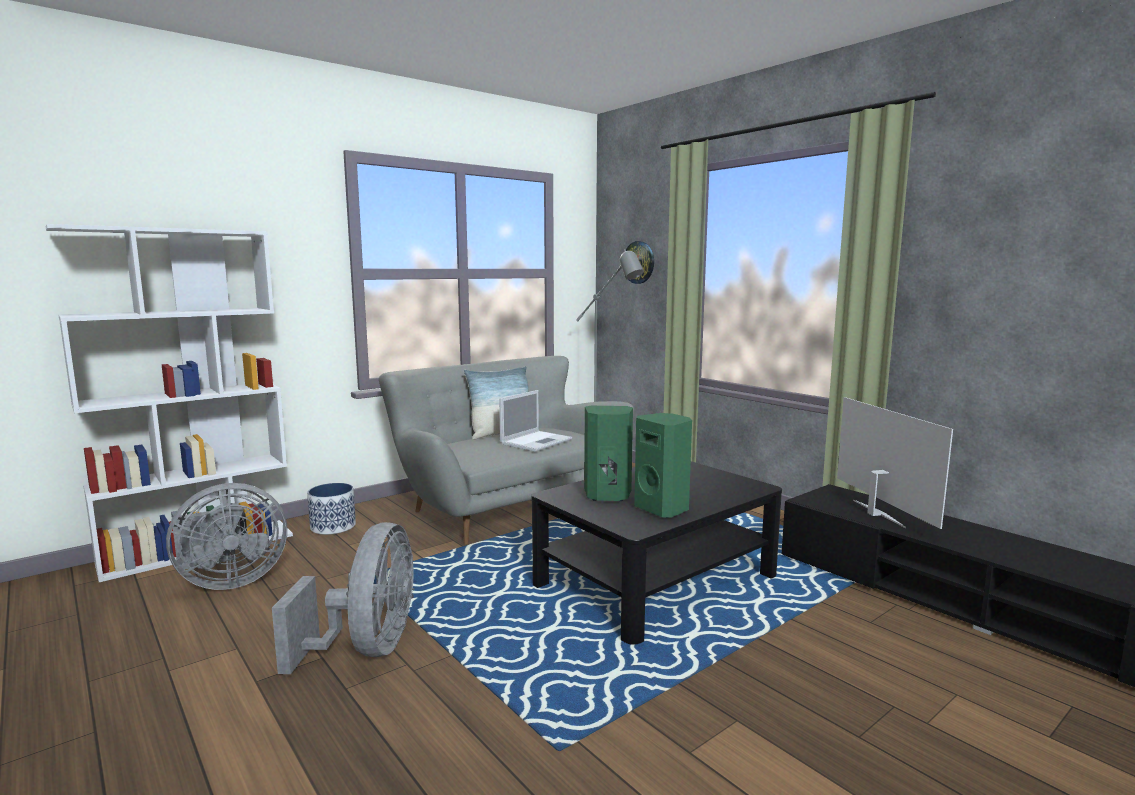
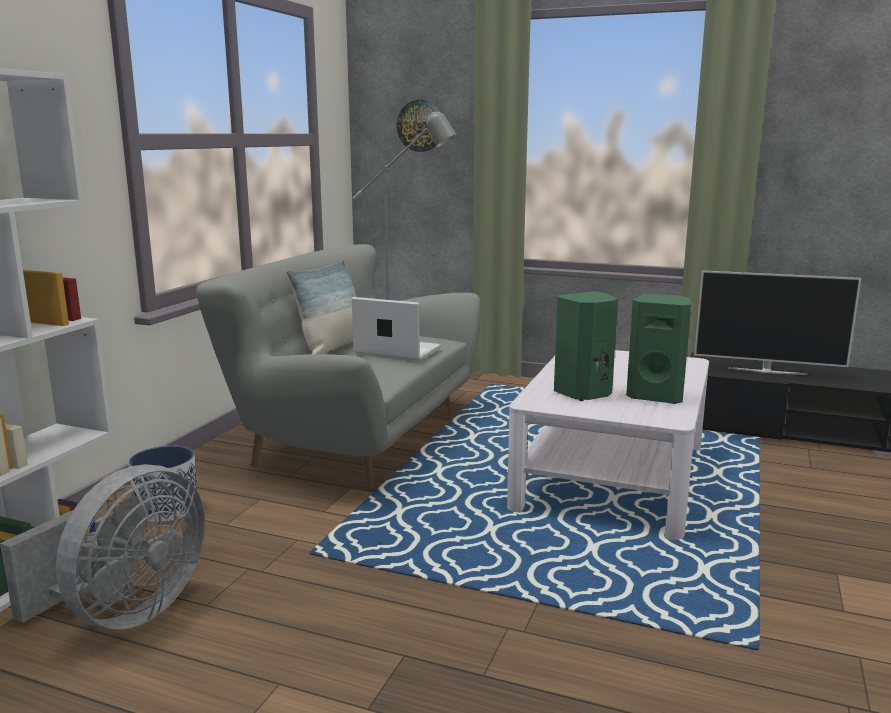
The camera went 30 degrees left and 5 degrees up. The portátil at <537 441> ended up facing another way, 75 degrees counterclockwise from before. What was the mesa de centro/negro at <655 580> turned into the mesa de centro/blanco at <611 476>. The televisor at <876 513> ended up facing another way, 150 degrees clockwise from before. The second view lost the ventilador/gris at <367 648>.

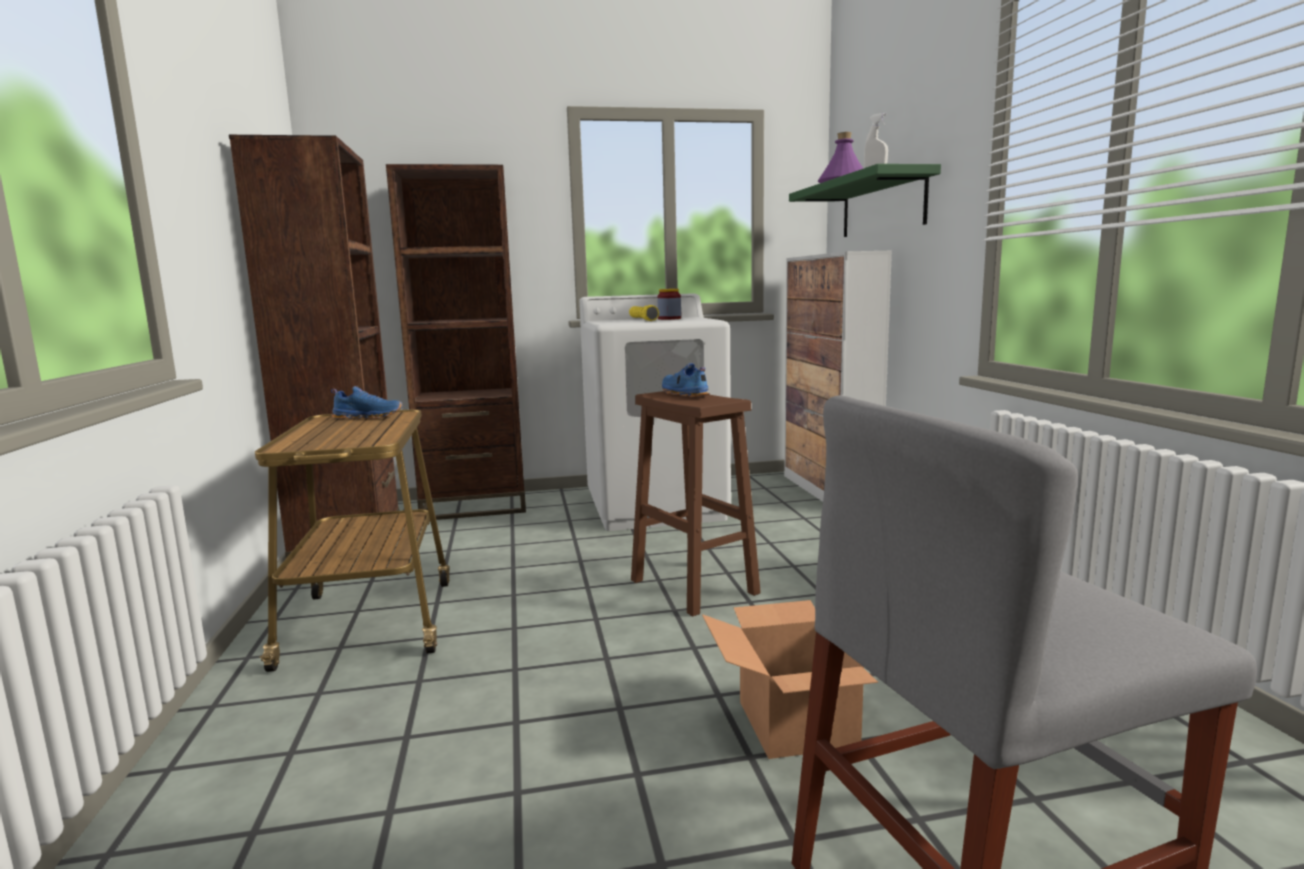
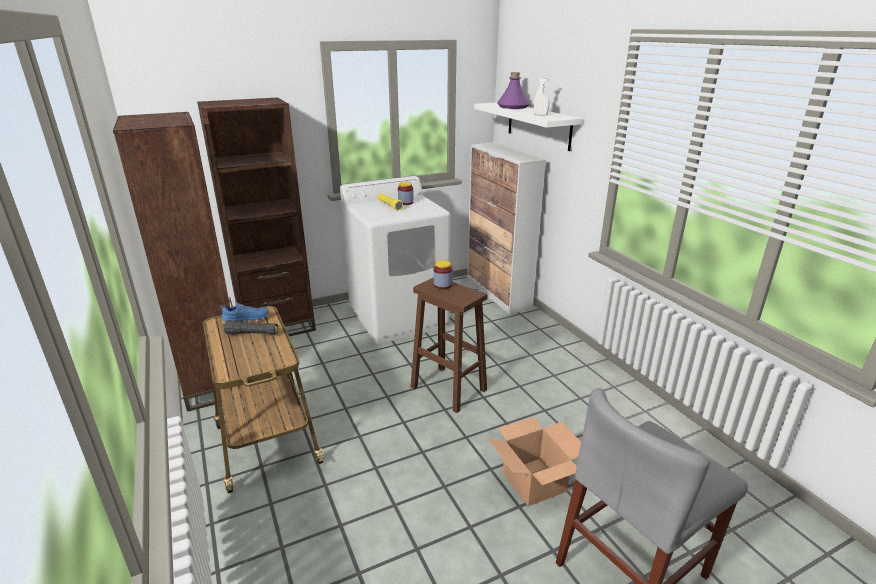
The camera went 15 degrees left and 15 degrees up. The second view gained the linterna/negro at <252 334>. Where the zapato/azul stood at <683 394>, the tarro came to stand at <442 285>. What was the estante/verde at <882 206> turned into the estante/blanco at <538 125>.

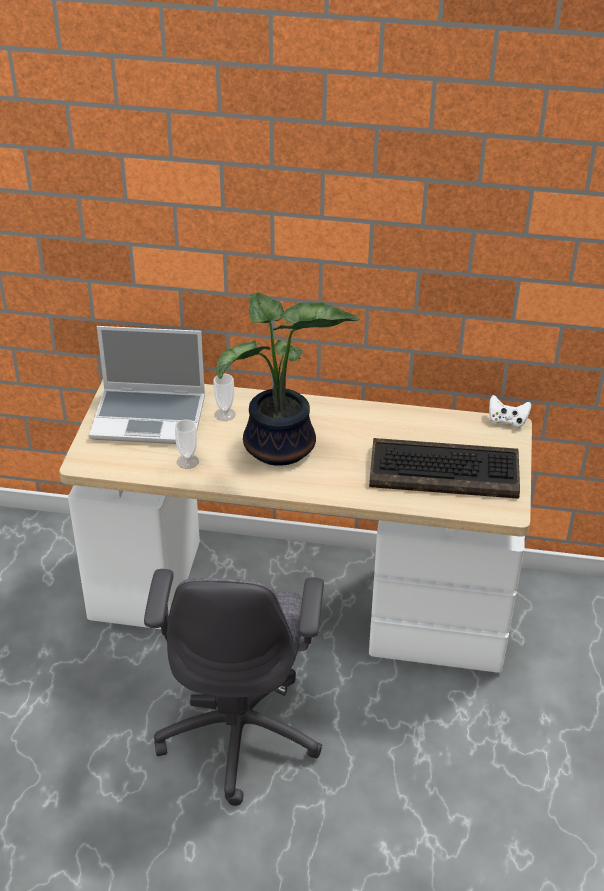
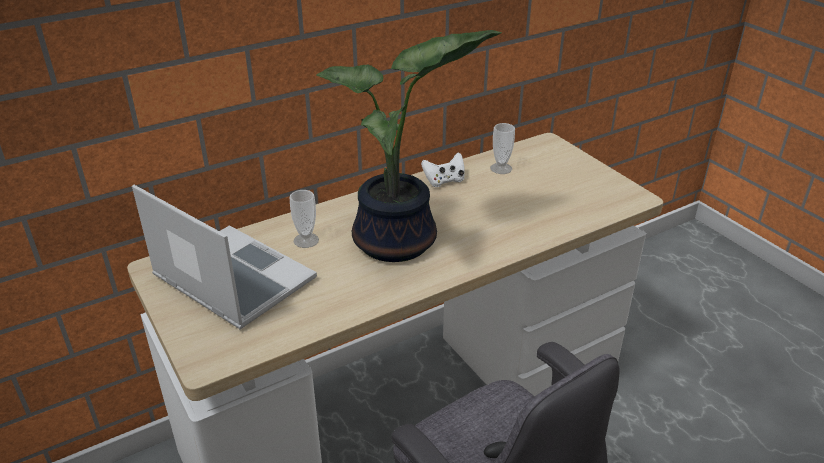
The camera went 40 degrees left and 5 degrees down. The portátil at <150 417> ended up facing another way, 105 degrees counterclockwise from before. The mando de consola/blanco ended up elsewhere, having gone from <507 421> to <444 181>. The taza ended up elsewhere, having gone from <187 461> to <501 168>. The second view lost the teclado at <445 471>.

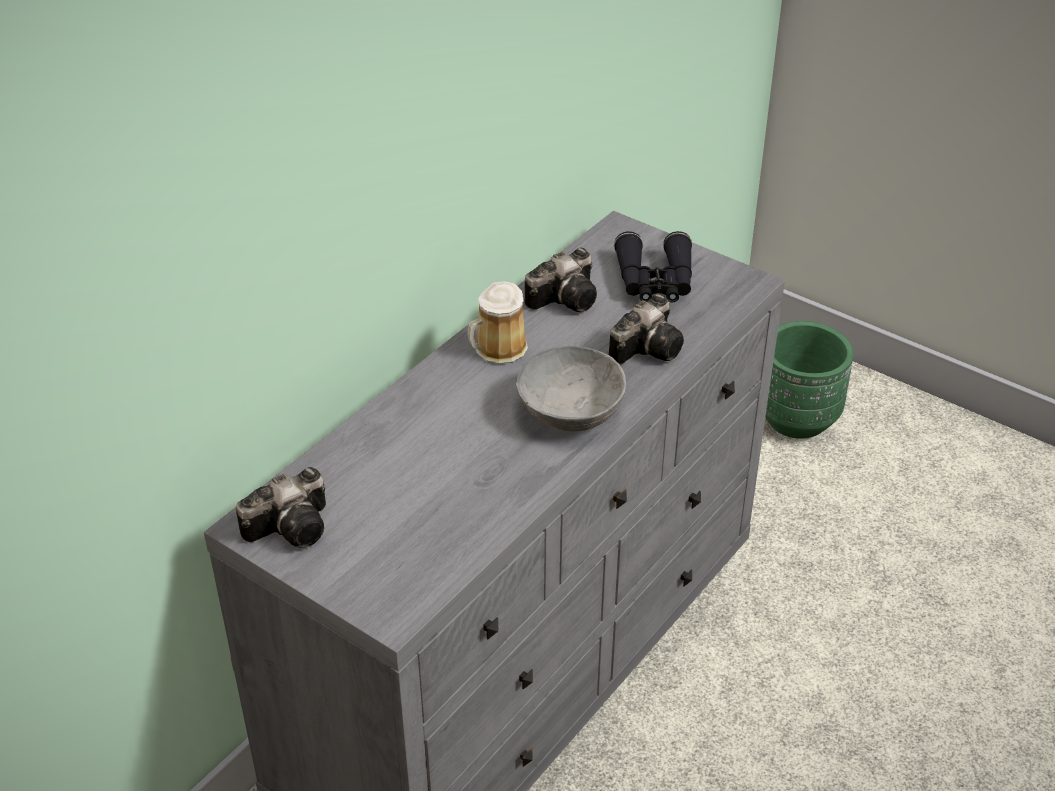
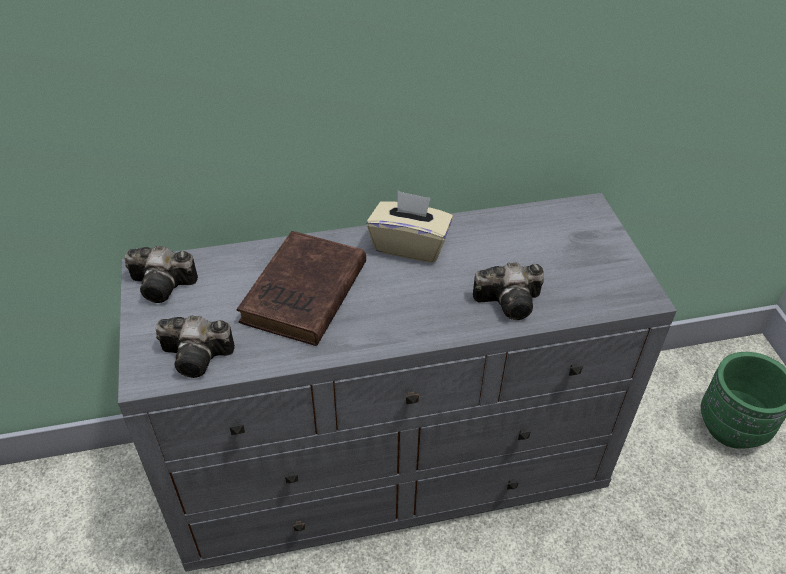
The camera went 40 degrees right and 5 degrees up. The cámara ended up elsewhere, having gone from <567 298> to <200 356>. The second view gained the libro/marrón at <303 295>. Where the taza grande stood at <497 349>, the caja de pañuelos/beis came to stand at <410 245>. The second view lost the cuenco/gris at <571 410>. The second view lost the prismáticos/negro at <655 282>.

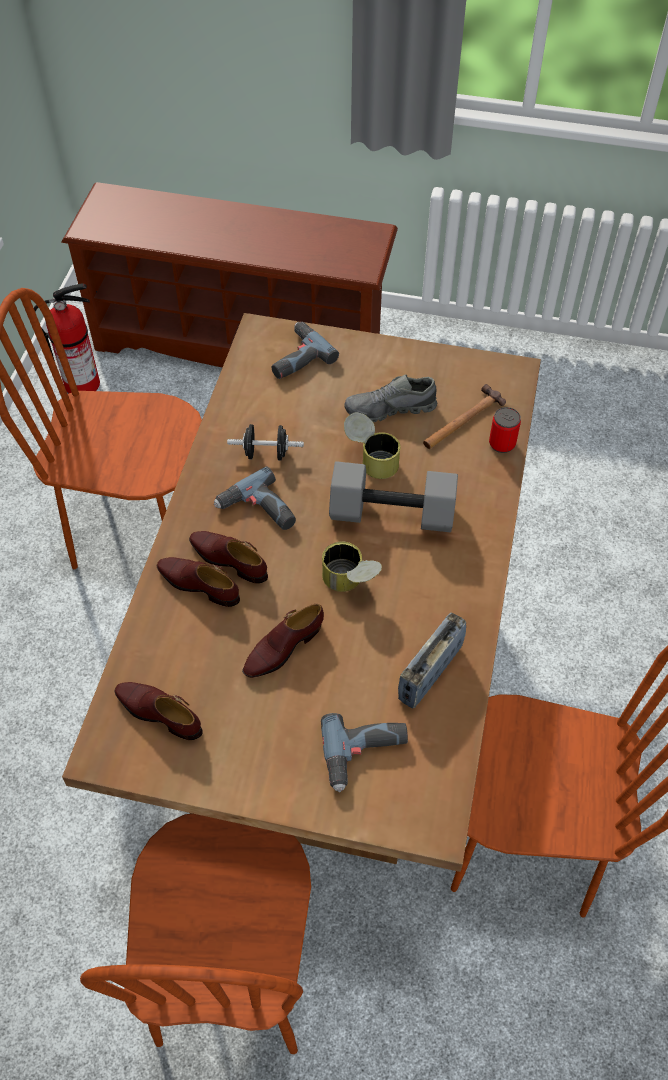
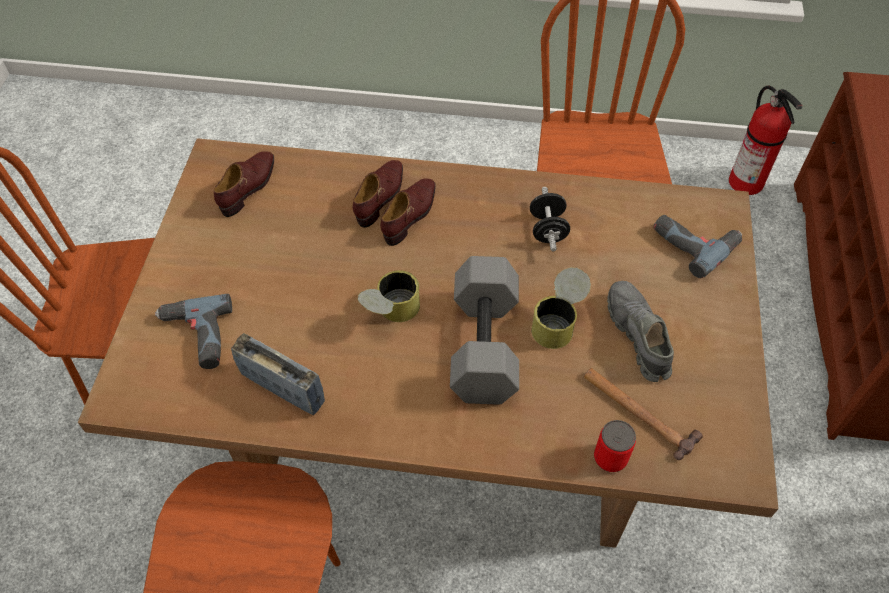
The camera went 85 degrees right and 0 degrees up. The second view lost the taladro at <258 512>. The second view lost the zapato/marrón at <282 648>.

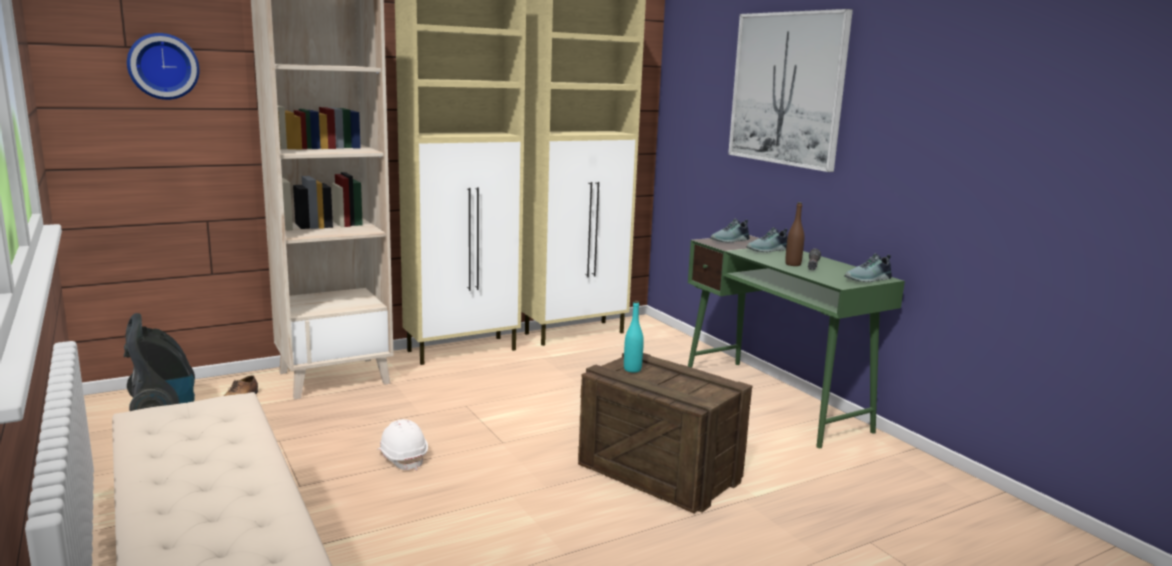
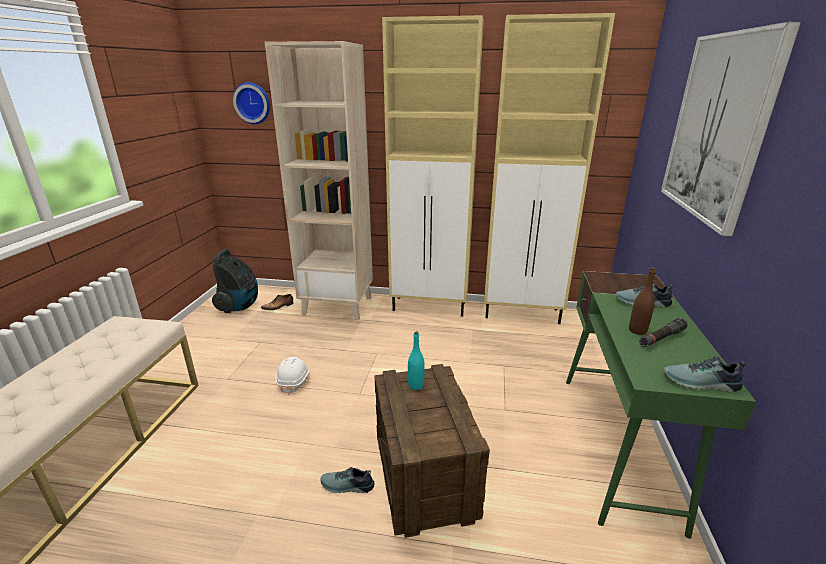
The camera went 40 degrees right and 10 degrees up. The zapato ended up elsewhere, having gone from <731 240> to <347 486>.

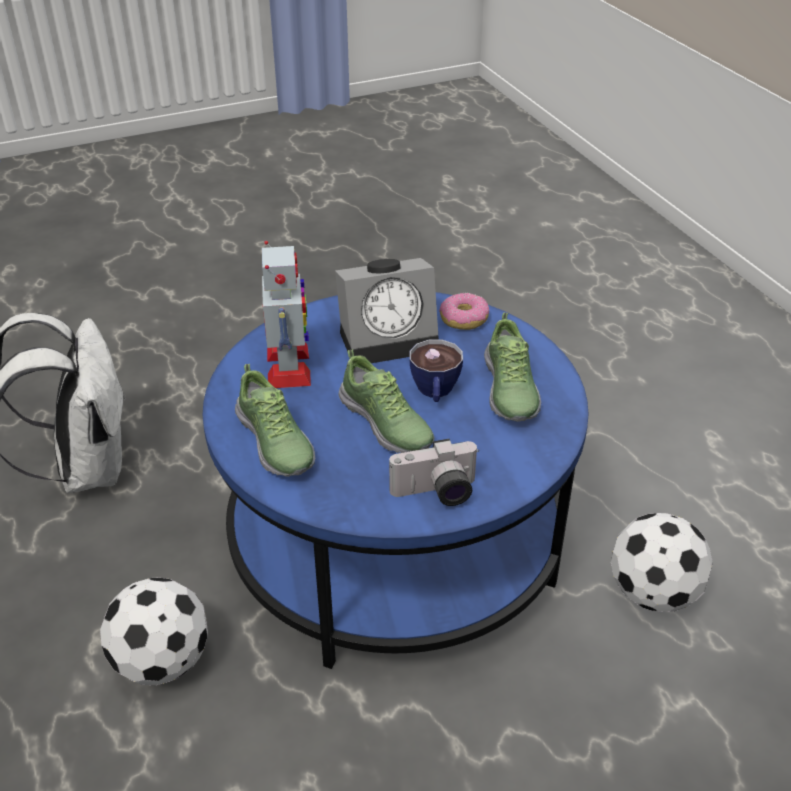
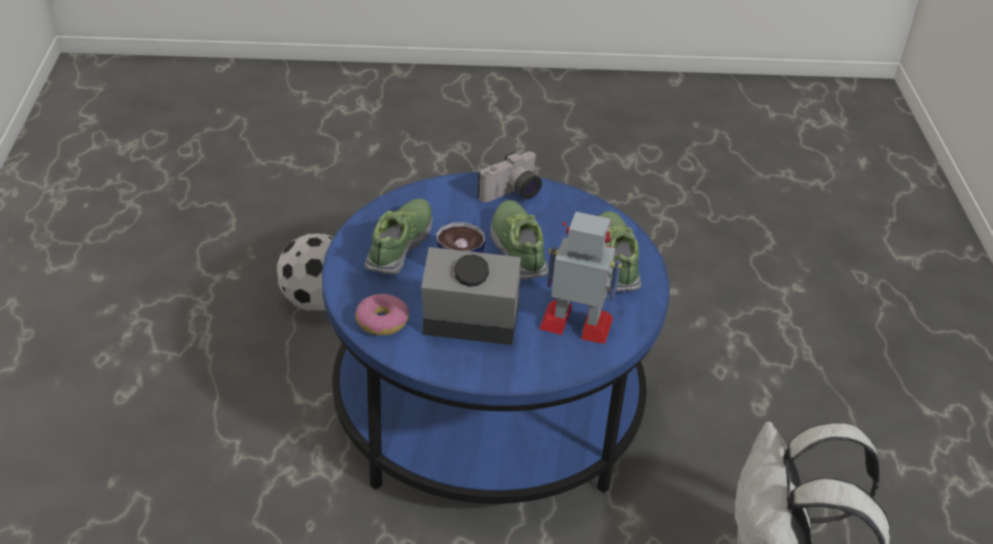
The camera went 160 degrees left and 0 degrees up. The cámara at <436 493> ended up facing another way, 135 degrees clockwise from before. The robot de juguete at <289 366> ended up facing another way, 90 degrees clockwise from before. The second view lost the balón de fútbol at <161 661>.

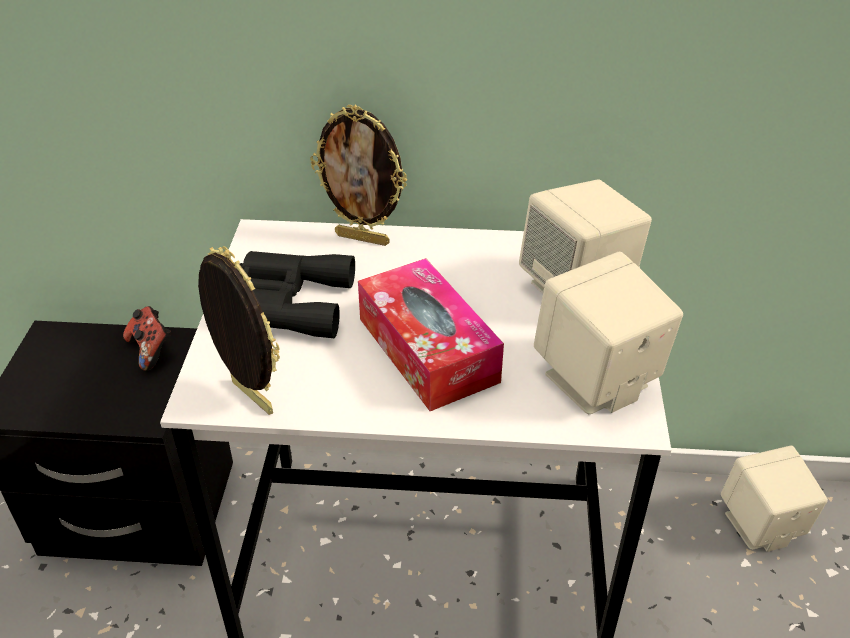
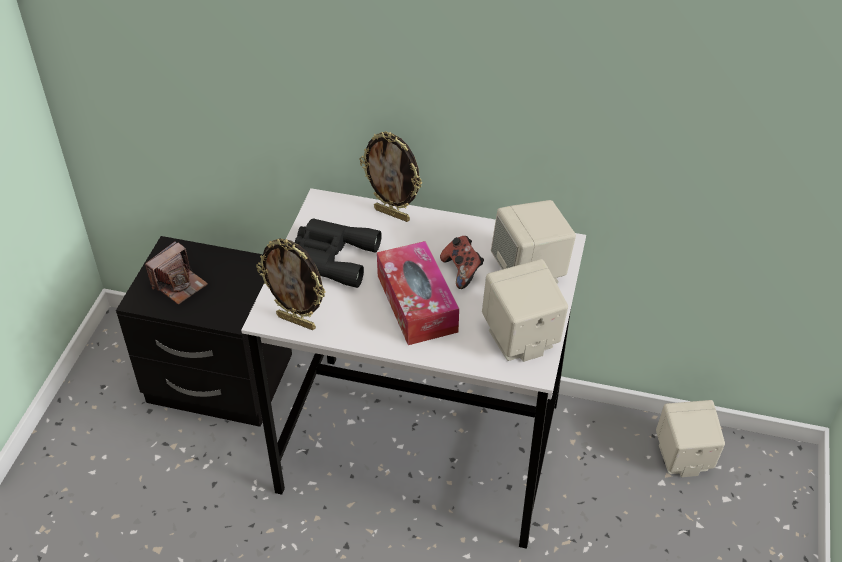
The camera went 10 degrees right and 5 degrees up. The second view gained the cámara at <179 284>. The portarretratos at <249 398> ended up facing another way, 150 degrees clockwise from before. The mando de consola ended up elsewhere, having gone from <151 350> to <462 271>.

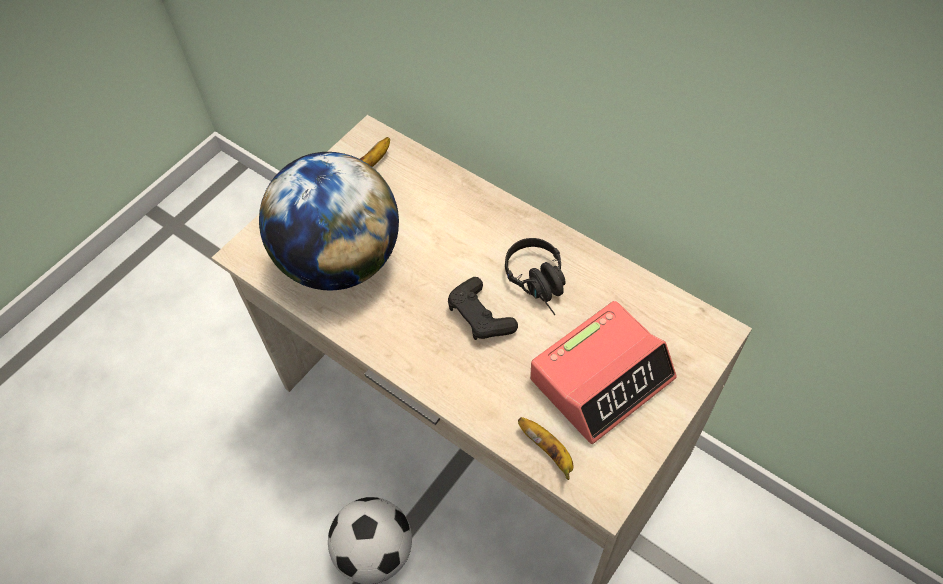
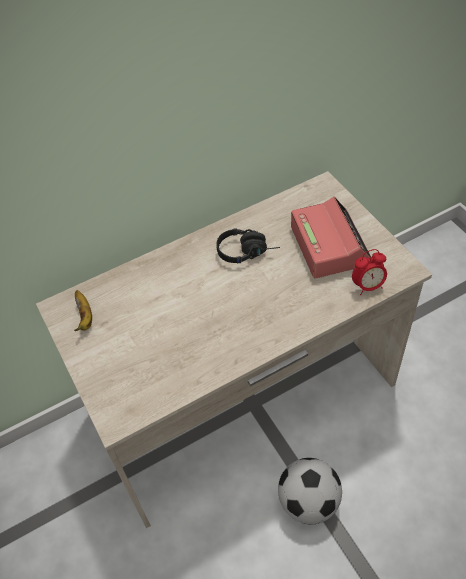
The camera went 65 degrees left and 5 degrees down. Where the plátano stood at <548 451>, the despertador came to stand at <368 286>. The second view lost the globo terráqueo at <340 260>. The second view lost the mando de consola/negro at <480 316>.

